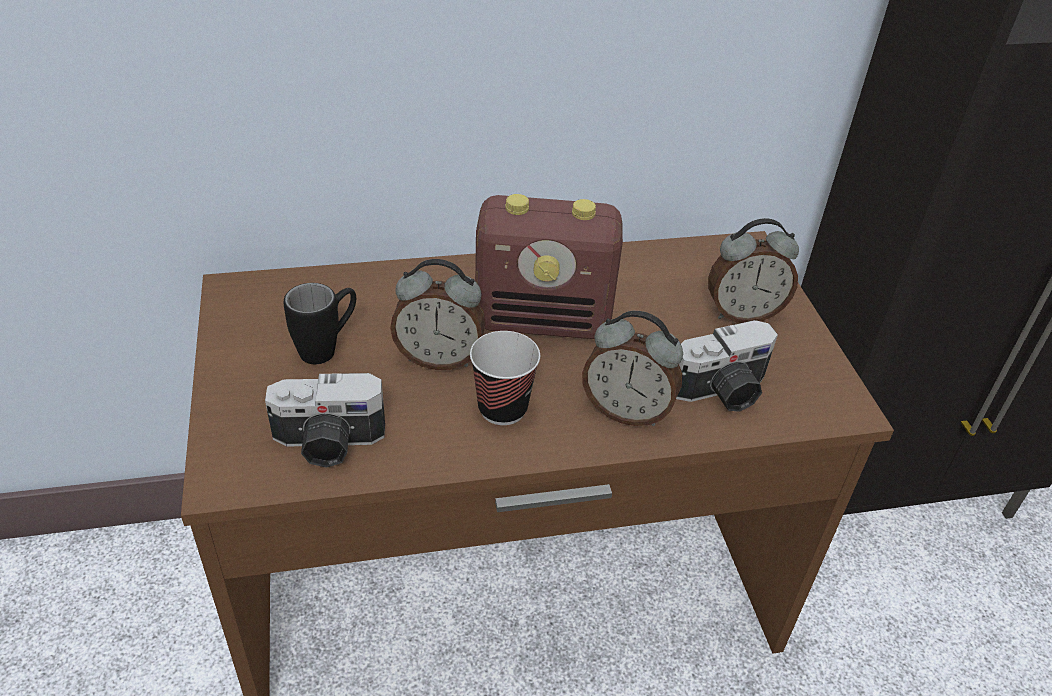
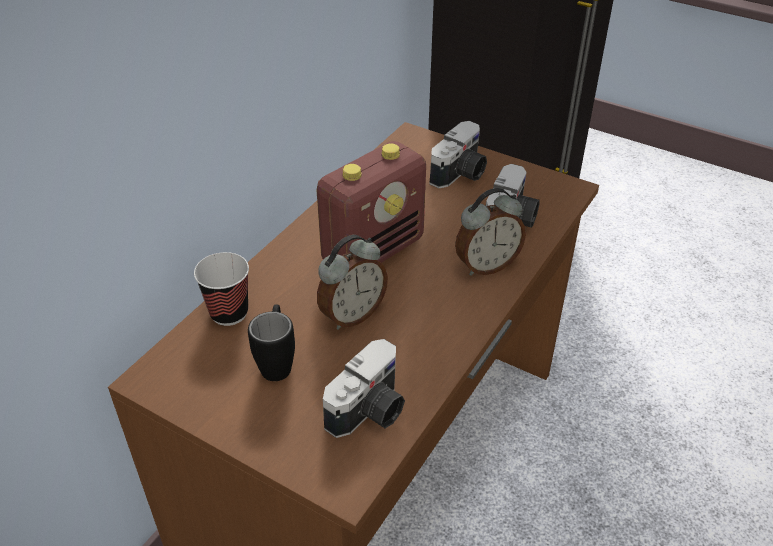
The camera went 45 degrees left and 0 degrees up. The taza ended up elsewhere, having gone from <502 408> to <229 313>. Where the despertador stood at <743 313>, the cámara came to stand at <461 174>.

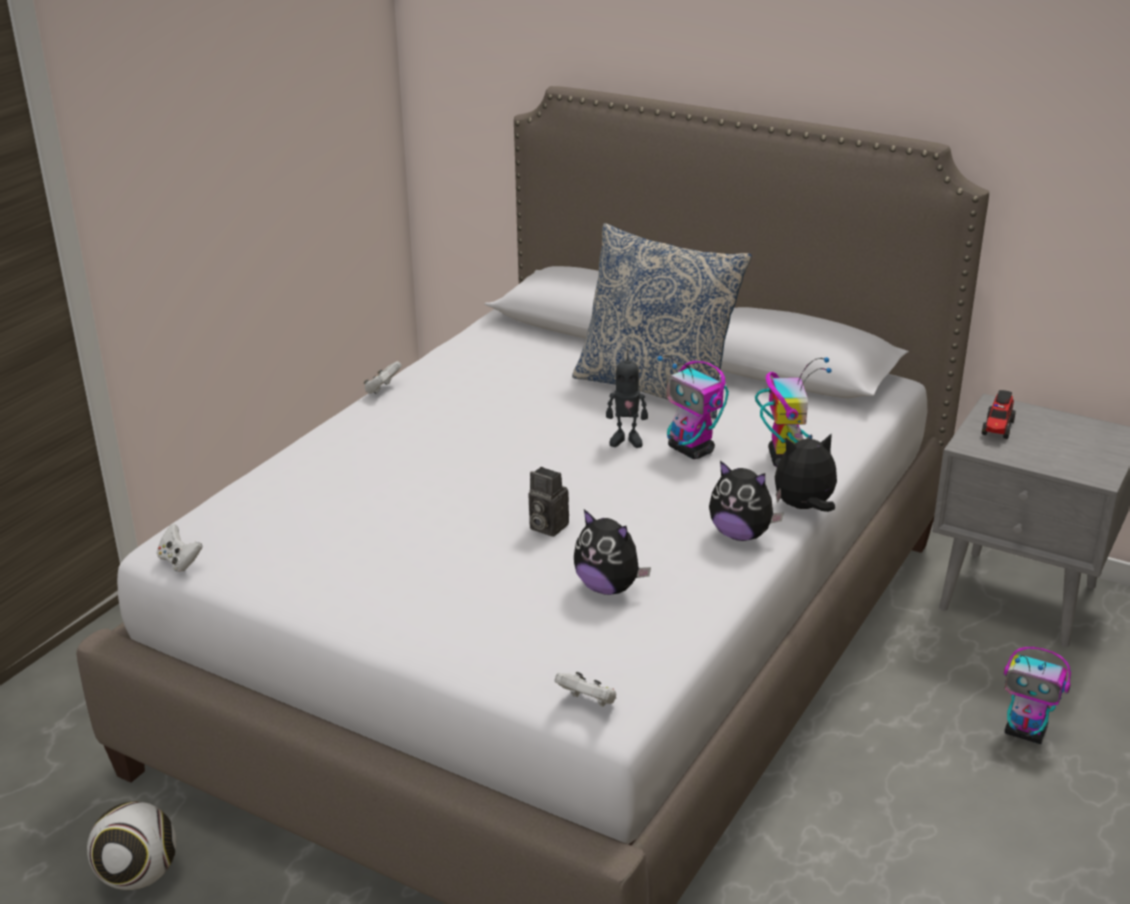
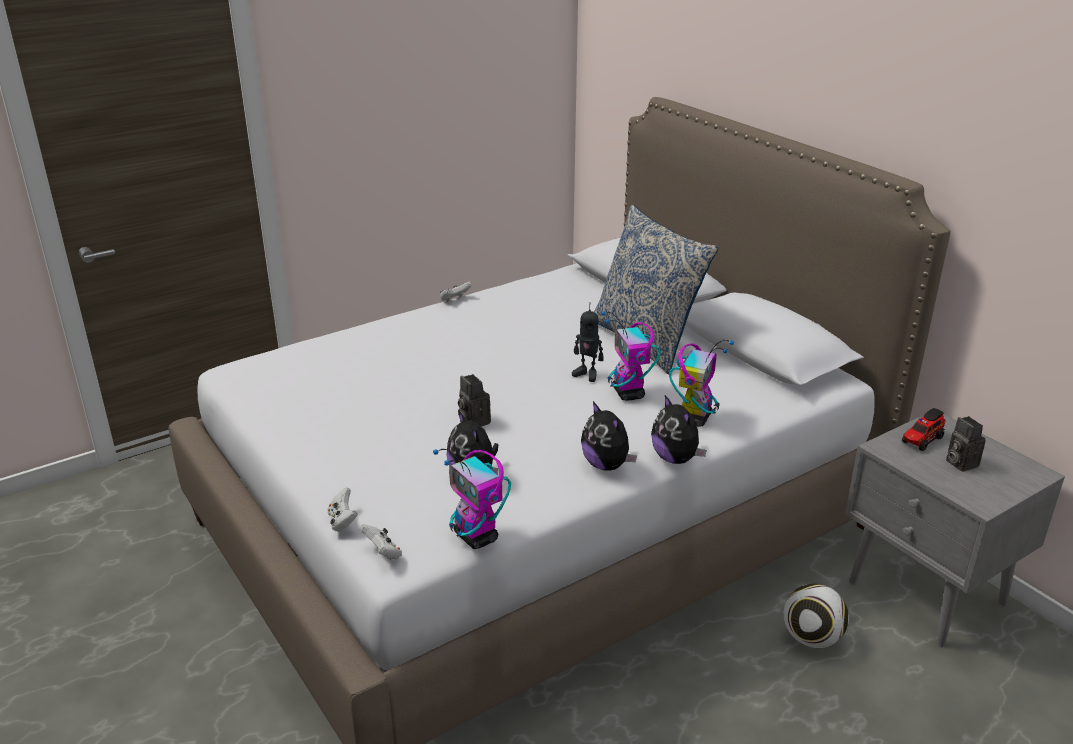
The camera went 25 degrees right and 0 degrees up. The mando de consola/blanco ended up elsewhere, having gone from <180 562> to <342 521>. The robot de juguete ended up elsewhere, having gone from <1026 732> to <476 537>. The peluche at <804 508> ended up facing another way, 135 degrees counterclockwise from before. The balón de fútbol ended up elsewhere, having gone from <139 876> to <811 639>. The second view gained the cámara at <959 462>.

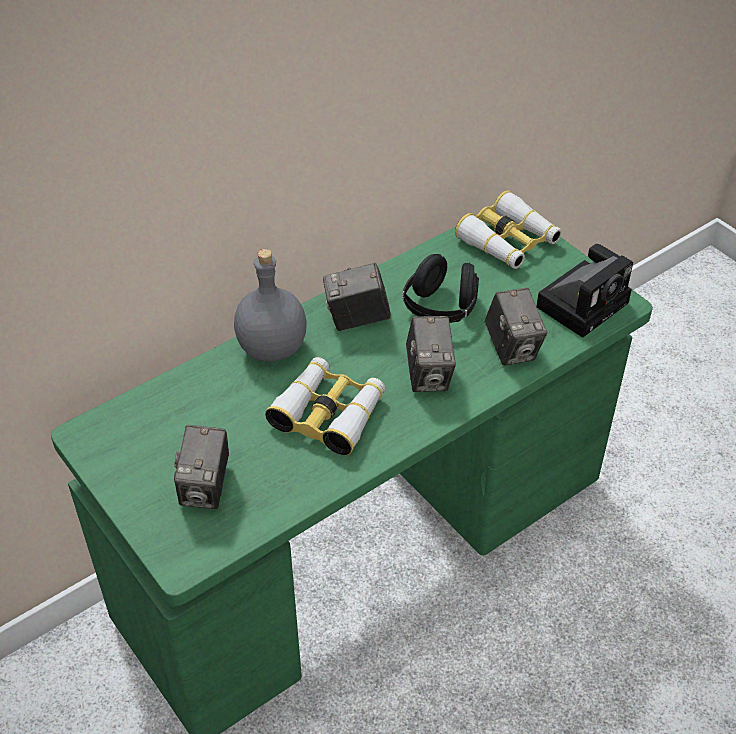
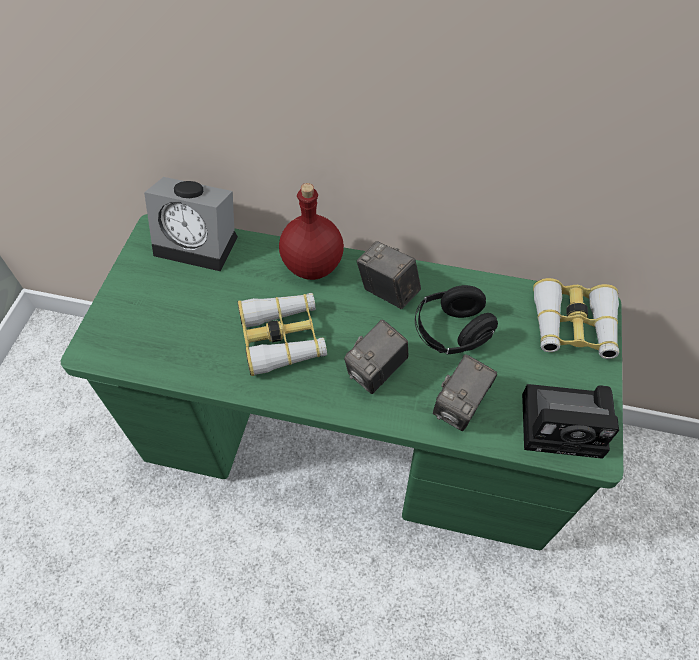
The camera went 50 degrees right and 10 degrees up. The second view gained the despertador at <200 243>. What was the botella/gris at <273 348> turned into the botella/rojo at <313 266>. The second view lost the cámara at <206 488>.

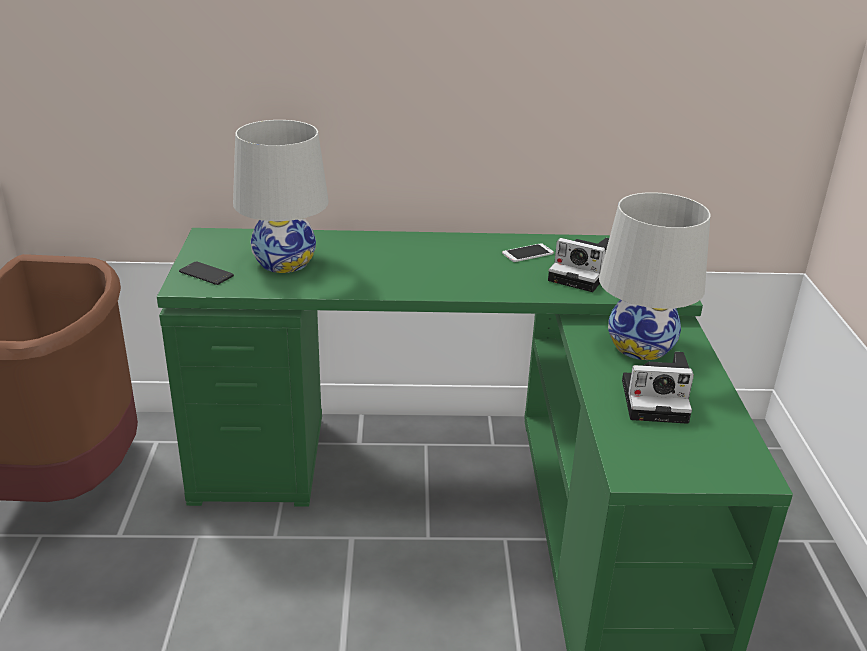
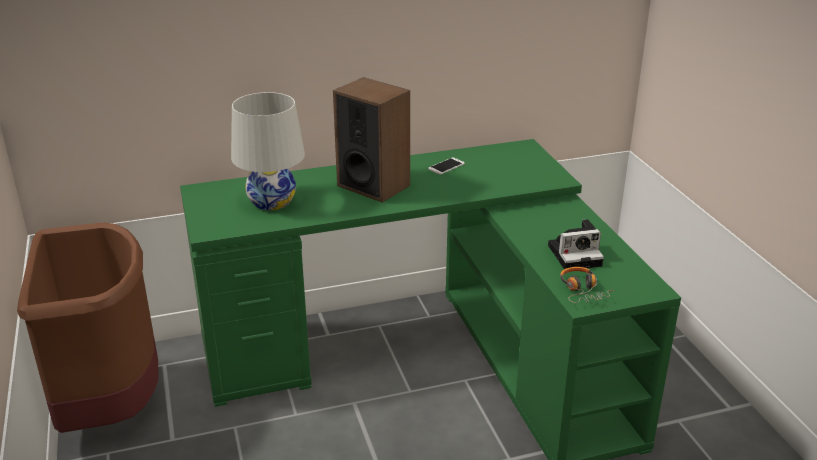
The camera went 15 degrees left and 0 degrees up. The second view gained the altavoz at <373 185>. The second view gained the auriculares at <582 290>. The second view lost the móvil at <206 274>. The second view lost the cámara at <583 275>. The second view lost the lámpara de mesa/blanco at <641 346>.

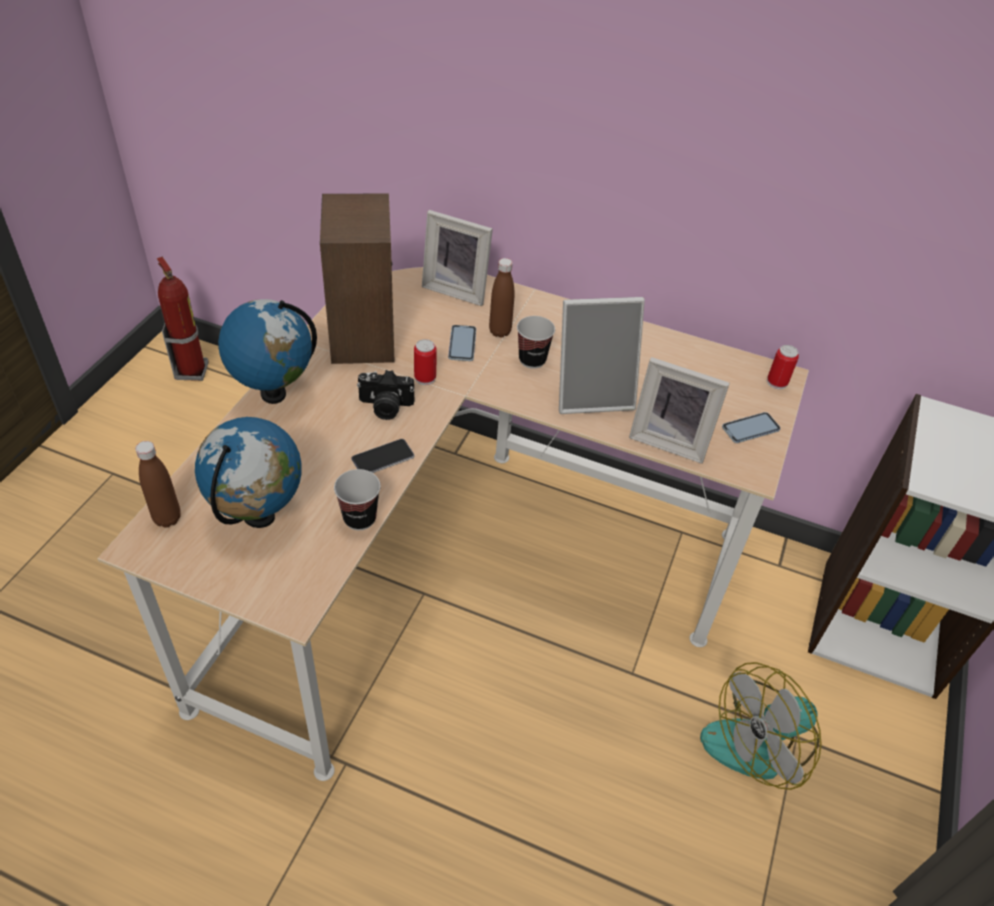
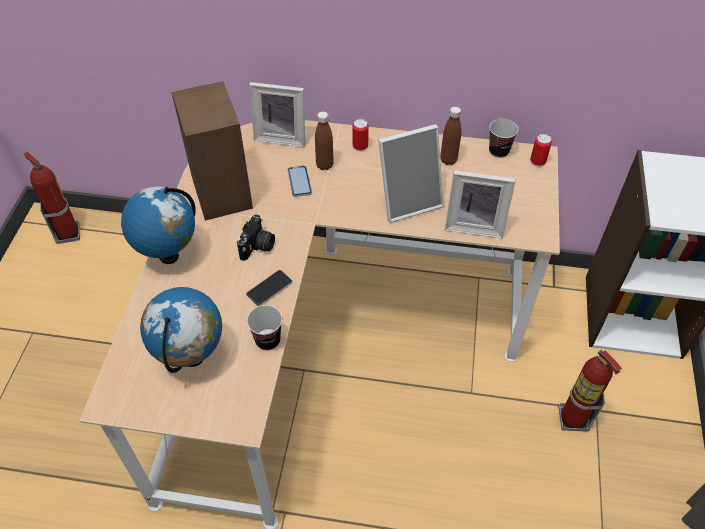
The camera went 10 degrees left and 5 degrees up. The cámara at <385 407> ended up facing another way, 60 degrees counterclockwise from before. The lata ended up elsewhere, having gone from <425 378> to <360 146>. The botella/marrón ended up elsewhere, having gone from <167 518> to <448 160>. The taza ended up elsewhere, having gone from <532 360> to <499 151>. Where the ventilador stood at <761 741>, the extintor came to stand at <573 419>. The second view lost the móvil at <750 429>.

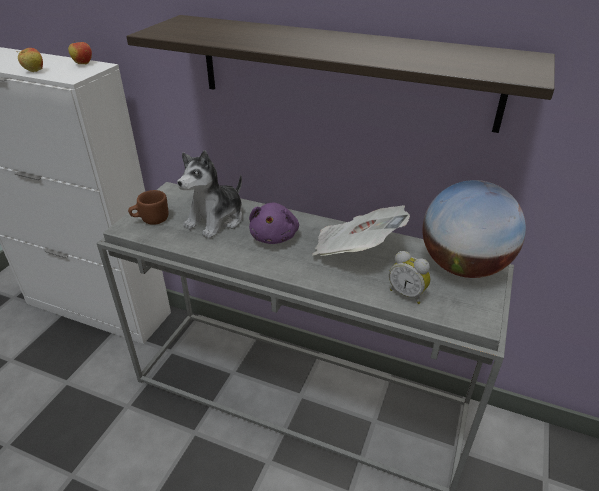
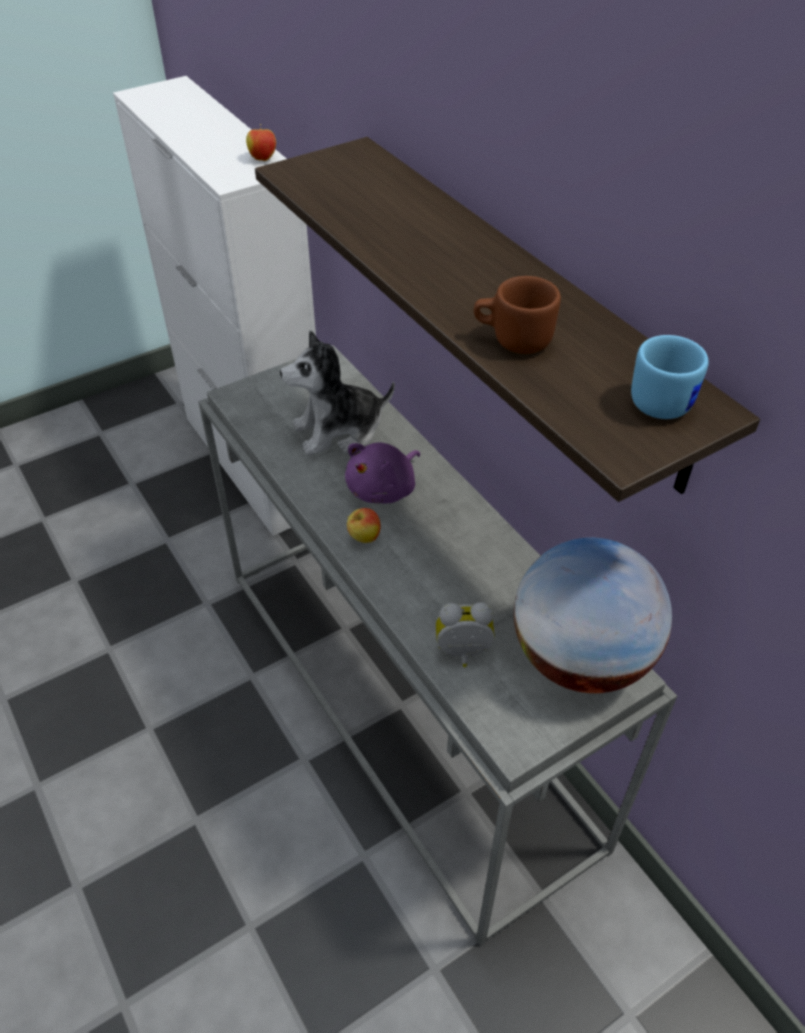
The camera went 35 degrees right and 10 degrees up. The manzana ended up elsewhere, having gone from <34 71> to <364 538>. The despertador at <407 293> ended up facing another way, 105 degrees clockwise from before. The taza grande/marrón ended up elsewhere, having gone from <151 220> to <512 339>. The second view gained the taza grande/azul at <663 398>. The second view lost the periódico at <355 250>.

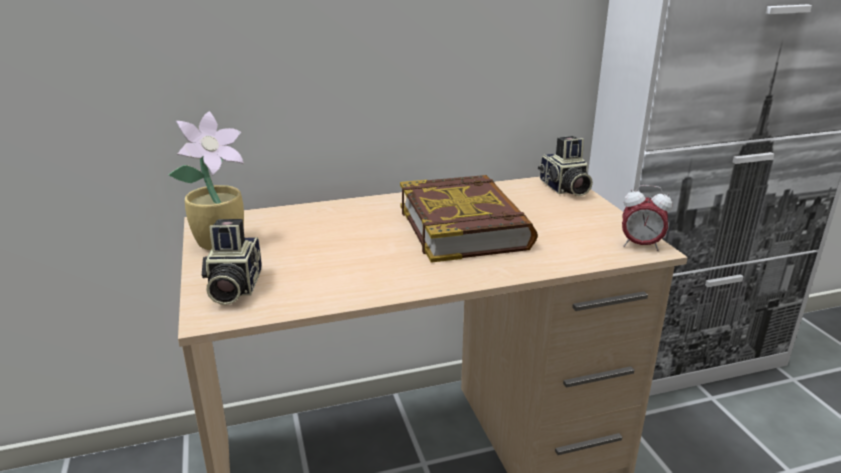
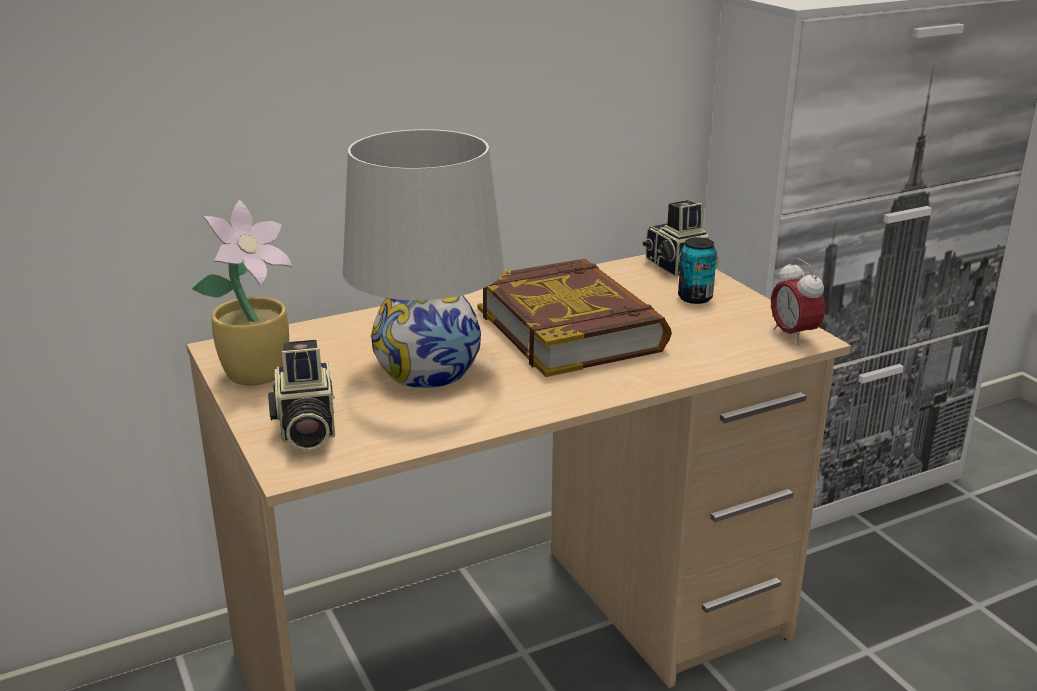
The camera went 10 degrees left and 0 degrees up. The second view gained the lámpara de mesa/blanco at <427 369>. The second view gained the lata at <695 298>. The despertador at <640 245> ended up facing another way, 60 degrees clockwise from before.

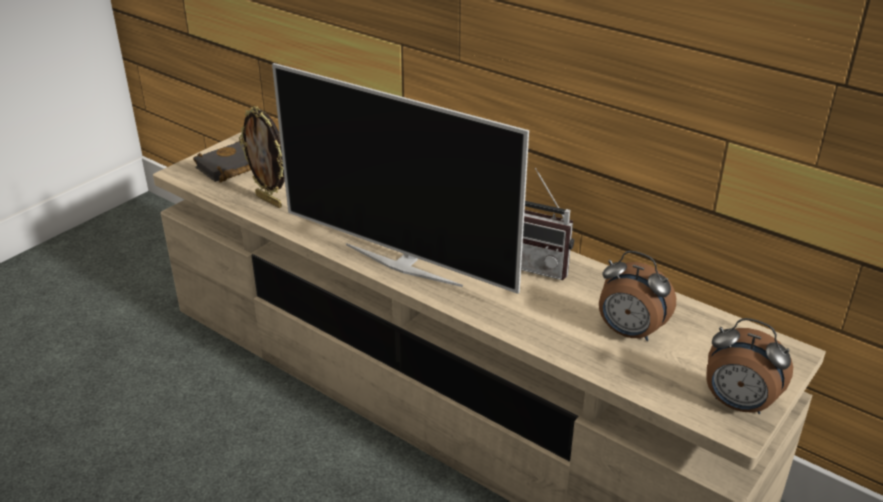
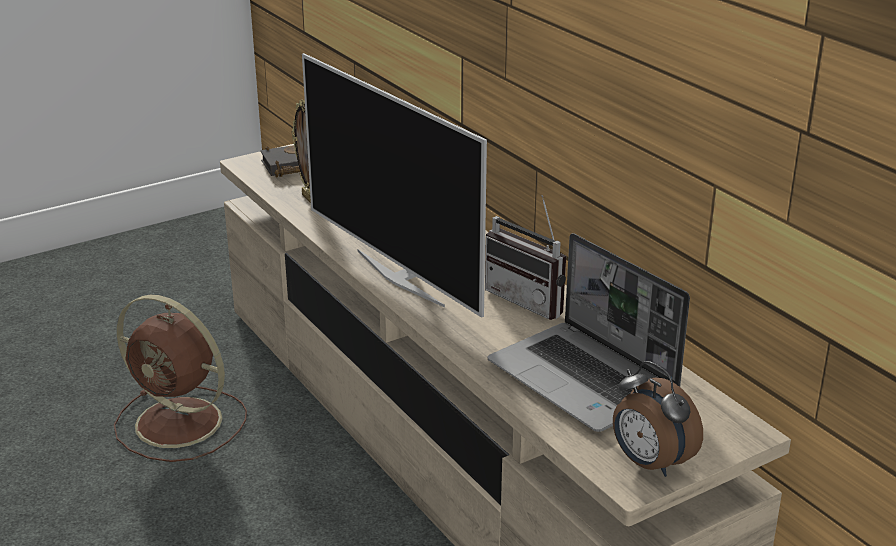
The camera went 20 degrees right and 5 degrees down. The second view gained the ventilador/marrón at <182 424>. Where the despertador stood at <629 333>, the portátil came to stand at <585 379>.

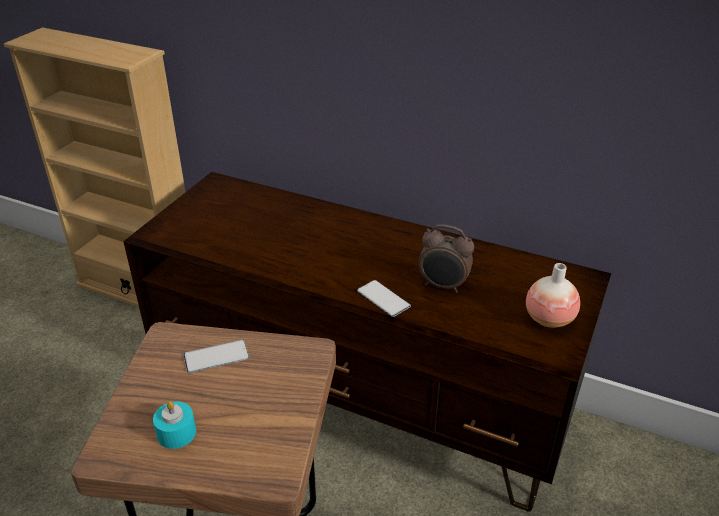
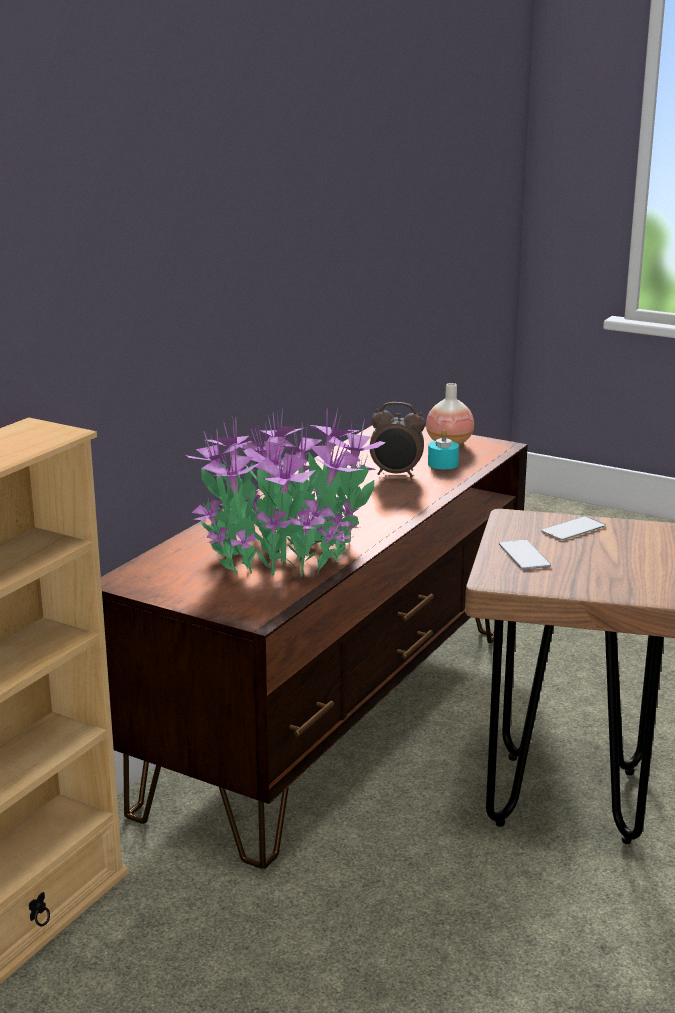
The camera went 85 degrees left and 15 degrees down. The second view gained the planta en maceta at <285 549>. The despertador at <443 286> ended up facing another way, 75 degrees clockwise from before. The vela/turquesa ended up elsewhere, having gone from <176 433> to <443 464>. The móvil ended up elsewhere, having gone from <383 298> to <573 529>.

